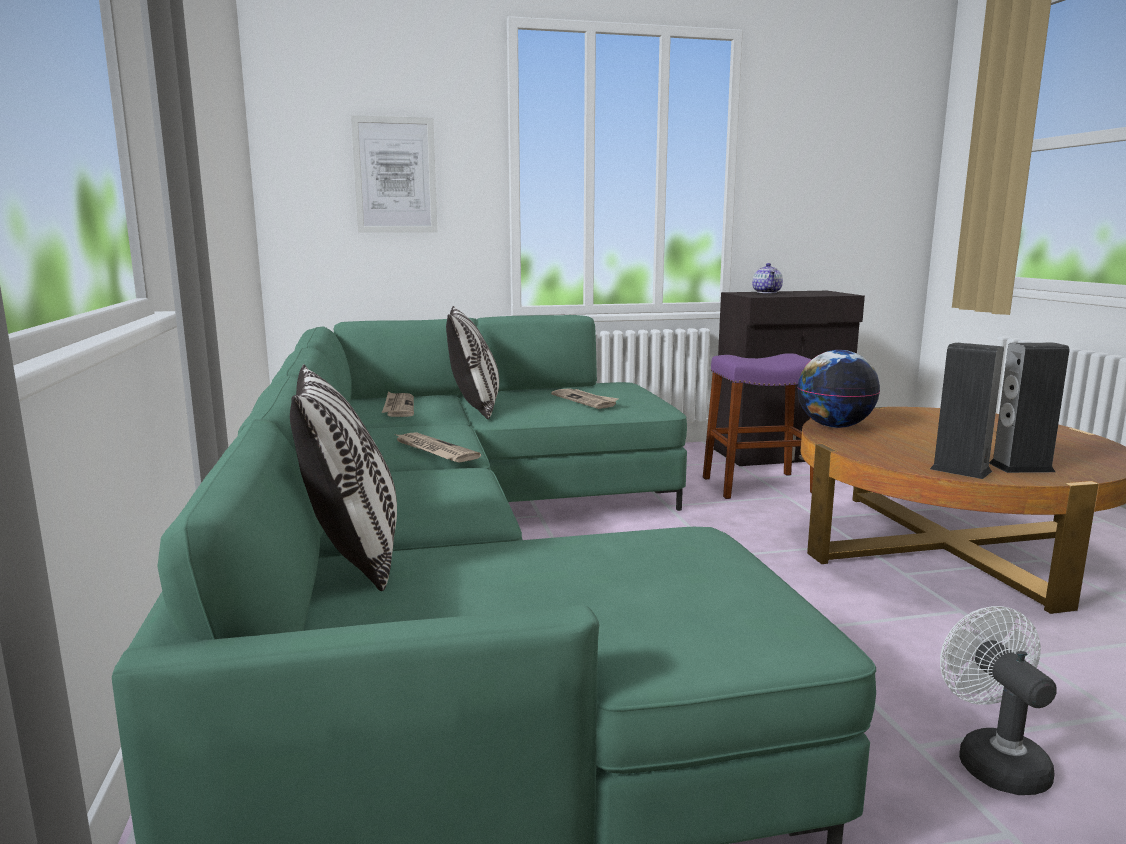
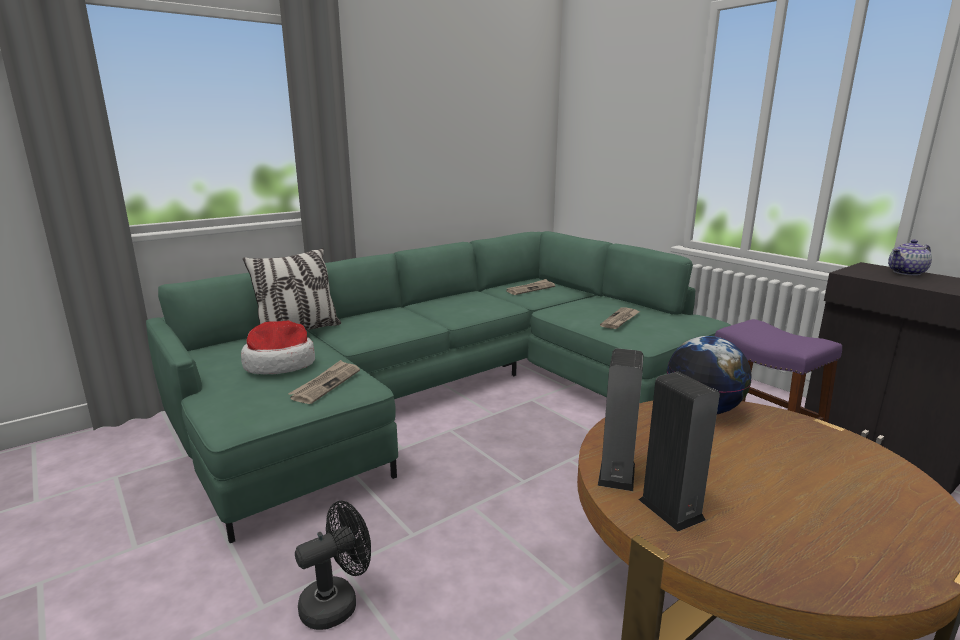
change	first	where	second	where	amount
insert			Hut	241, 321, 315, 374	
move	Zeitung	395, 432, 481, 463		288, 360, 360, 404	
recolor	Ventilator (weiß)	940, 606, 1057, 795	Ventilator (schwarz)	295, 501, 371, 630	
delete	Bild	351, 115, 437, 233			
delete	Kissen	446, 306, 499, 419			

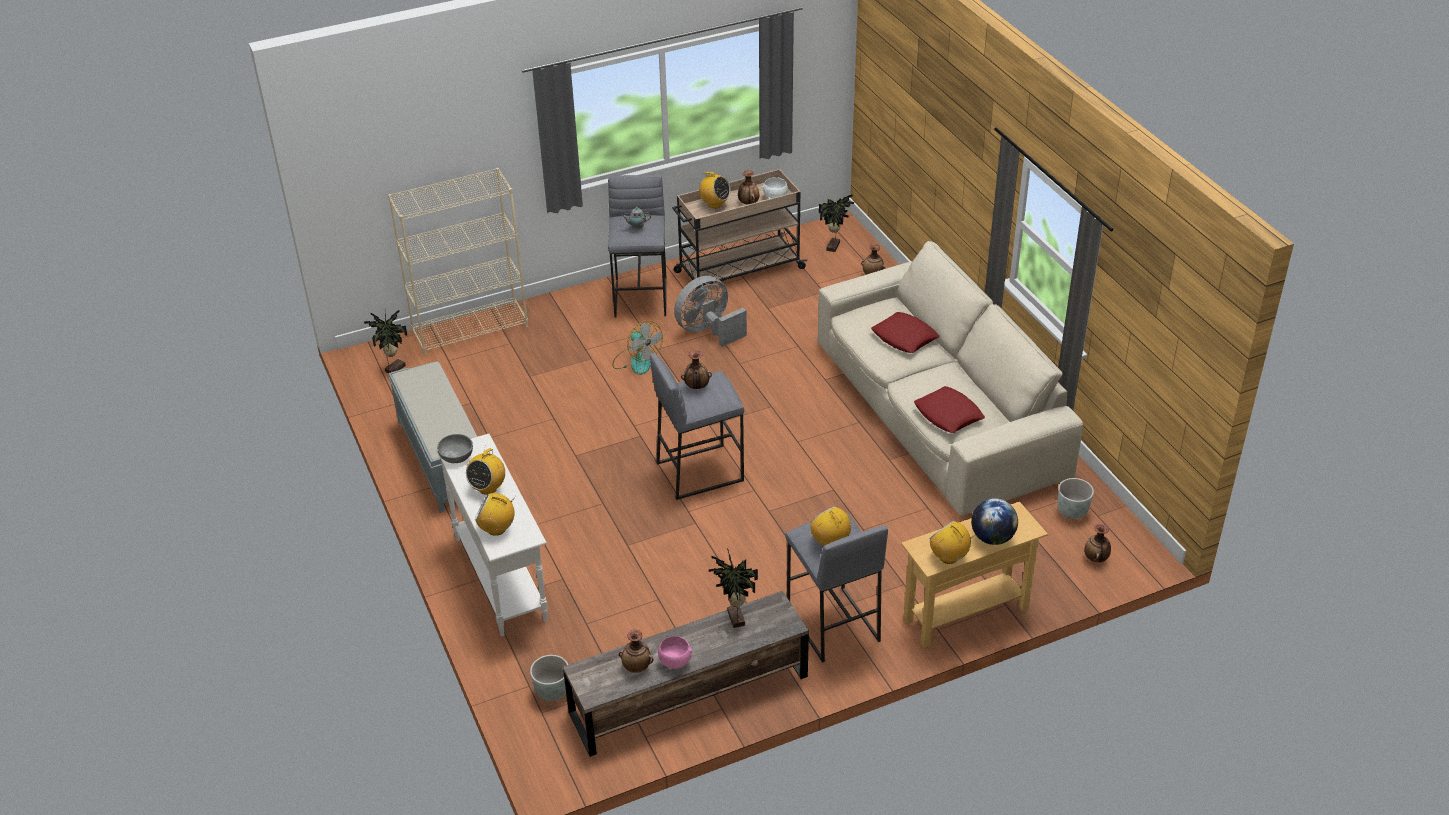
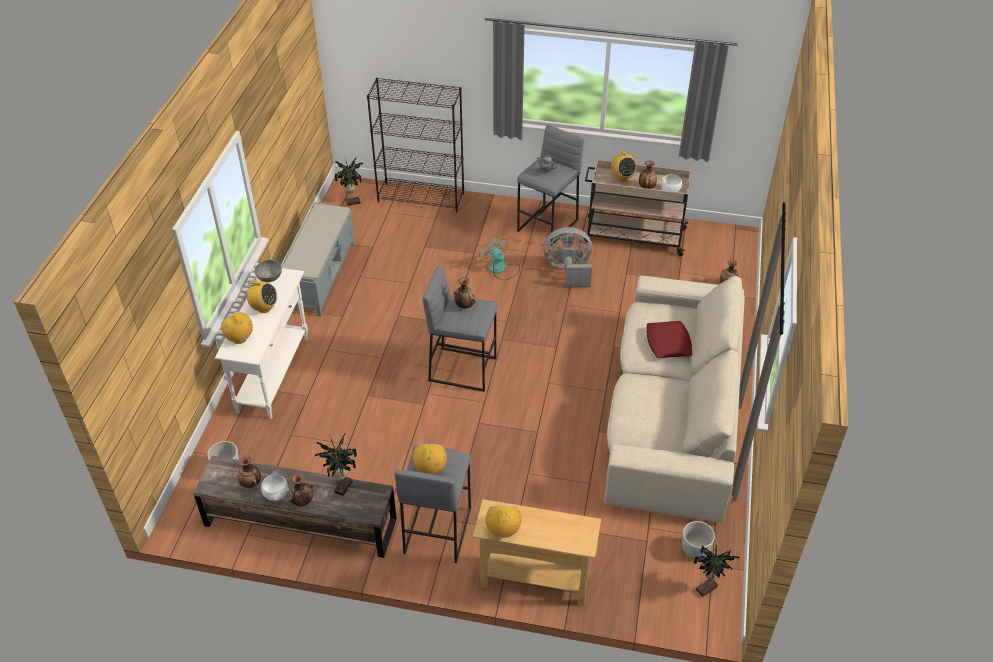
change	first	where	second	where	amount
rotate	Radio	466, 449, 505, 495		246, 281, 277, 313	135 degrees counterclockwise
recolor	Schüssel (rosa)	658, 636, 692, 669	Schüssel (weiß)	261, 474, 289, 501	
move	Vase	1084, 524, 1111, 562		289, 474, 313, 506	
recolor	Bücherregal (beige)	388, 168, 528, 356	Bücherregal (schwarz)	367, 78, 464, 213	
rotate	Ventilator	612, 321, 663, 375		479, 236, 520, 280	150 degrees clockwise
move	Topfpflanze	819, 194, 854, 252		694, 544, 739, 597	
delete	Kissen (rot)	914, 386, 985, 433			
delete	Globus	971, 498, 1018, 545			

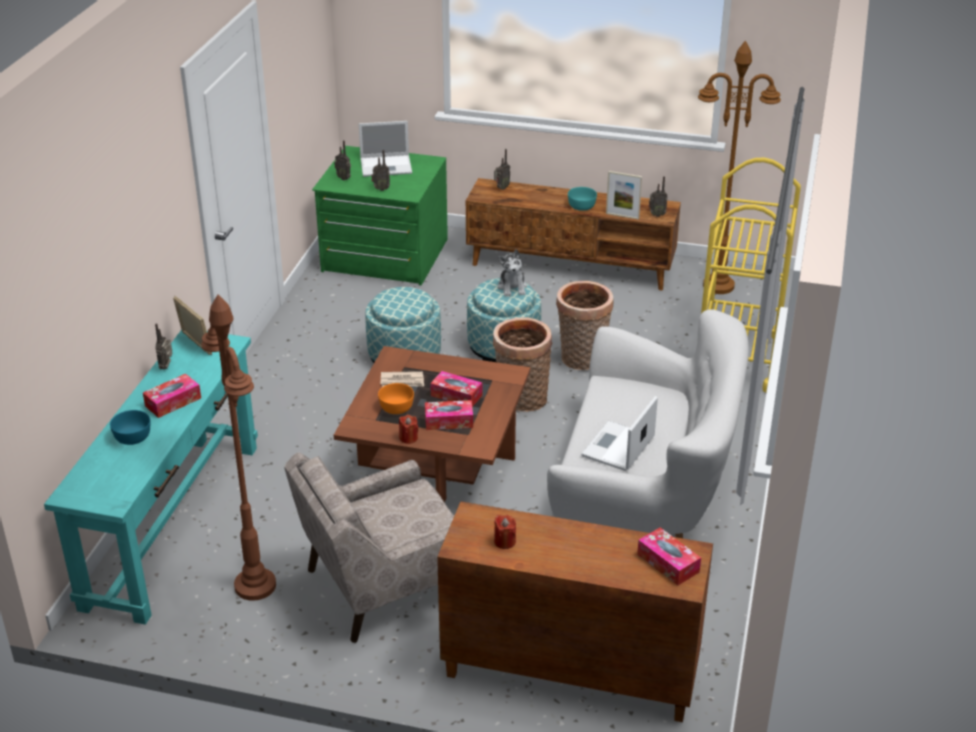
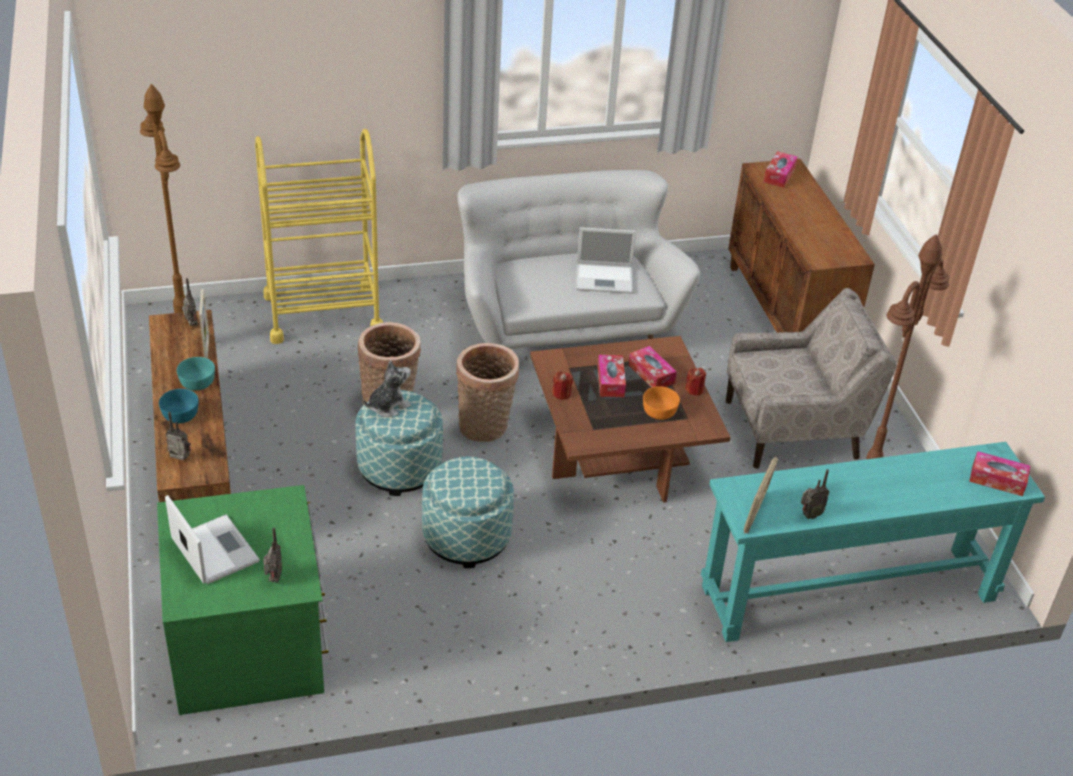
change	first	where	second	where	amount
move	Schüssel (türkis)	110, 410, 150, 445		159, 389, 199, 423	
move	Kerze (rot)	494, 515, 516, 549		552, 371, 573, 400	
rotate	Sessel (beige)	284, 453, 454, 643		726, 288, 897, 469	45 degrees counterclockwise
move	Taschentuchbox	143, 374, 201, 418		969, 451, 1030, 496	
delete	Radio	371, 150, 390, 191			
delete	Zeitung	381, 371, 424, 387			

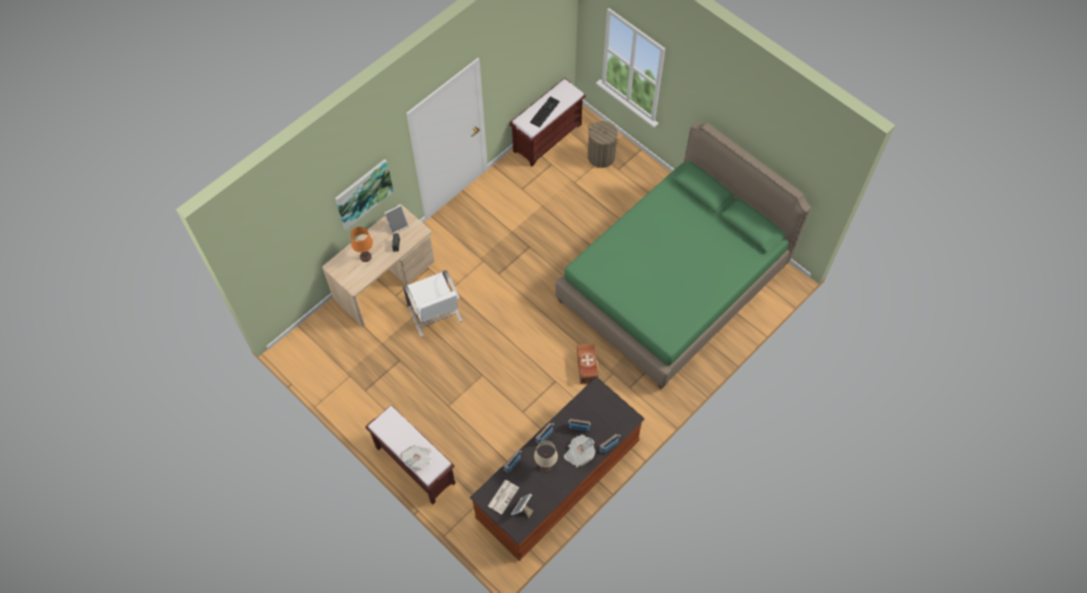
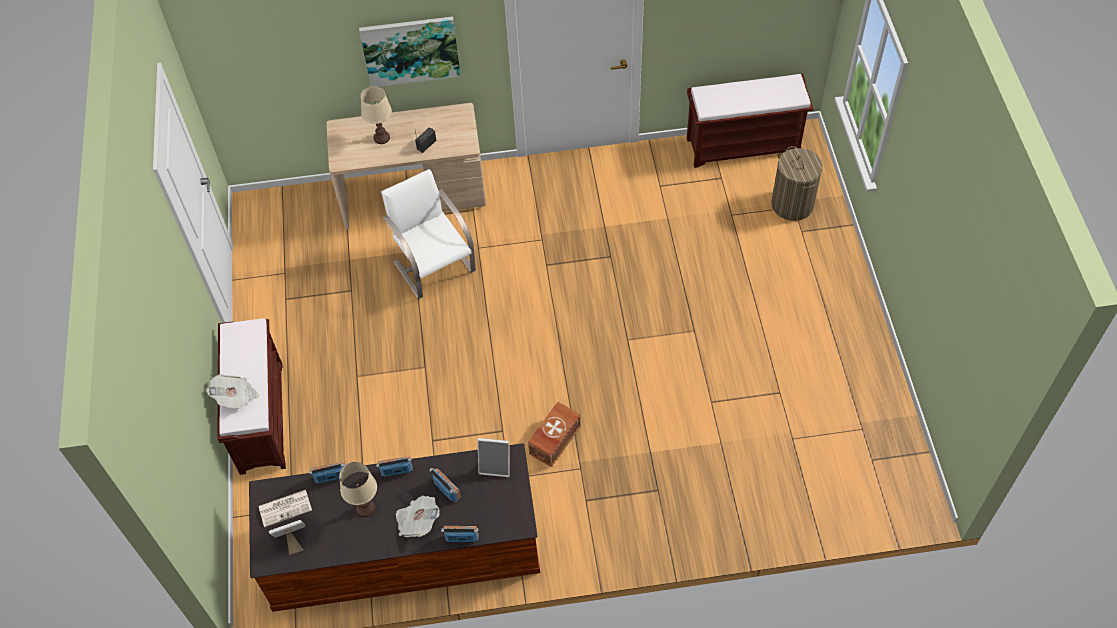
change	first	where	second	where	amount
recolor	Tischlampe (orange)	351, 227, 373, 262	Tischlampe (beige)	360, 86, 392, 144	
rotate	Stuhl (weiß)	403, 270, 463, 337		381, 169, 476, 299	135 degrees clockwise
move	Bilderrahmen	384, 205, 408, 234		478, 438, 510, 477	
delete	Tastatur	530, 96, 560, 128			
delete	Bett (grün)	555, 122, 811, 389			

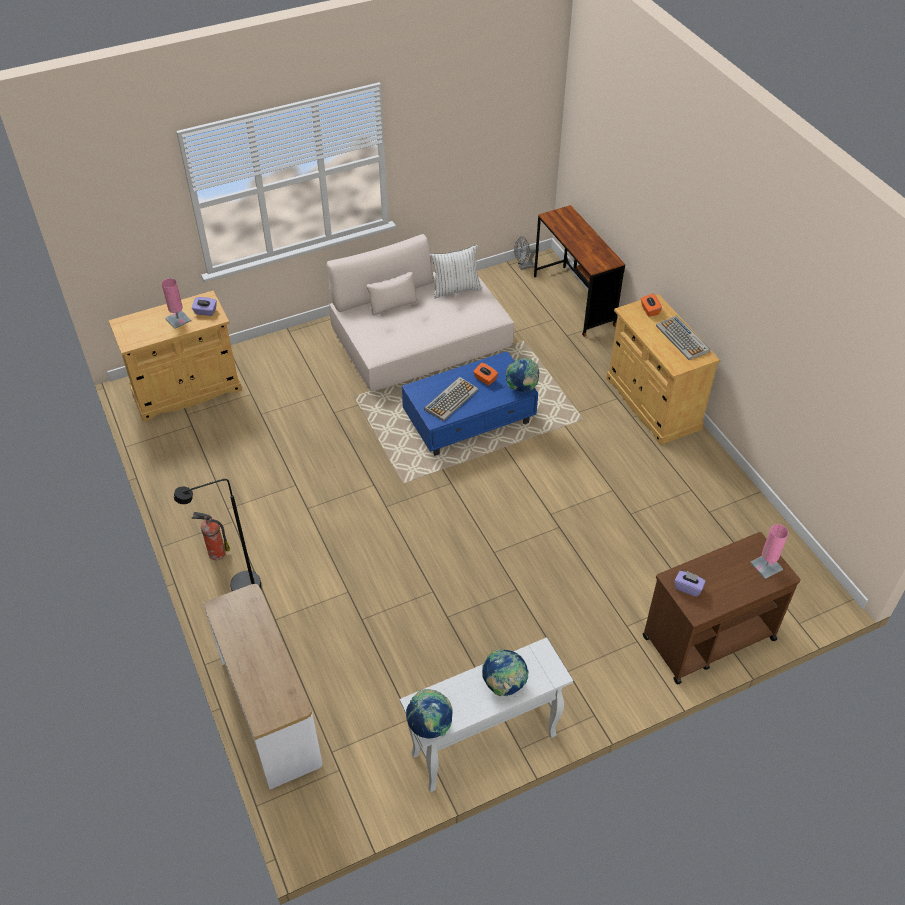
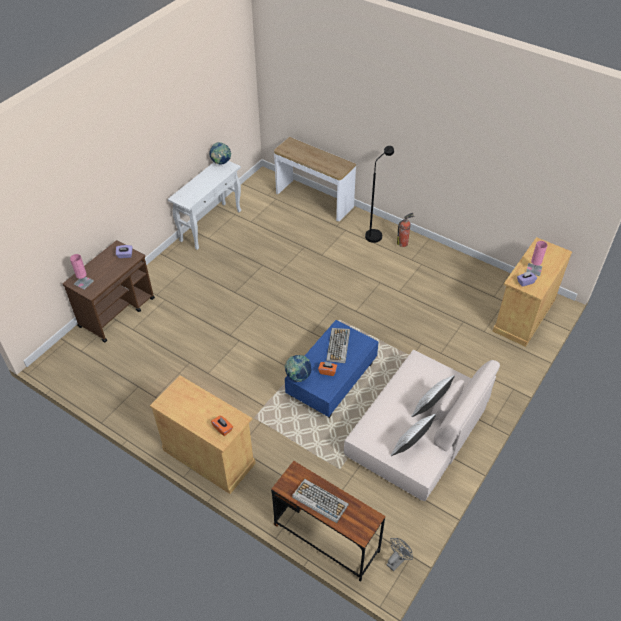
change	first	where	second	where	amount
move	Tastatur	656, 316, 710, 360		292, 479, 349, 523	
insert			Kissen (weiß)	411, 375, 455, 417	
delete	Globus	482, 649, 529, 696			

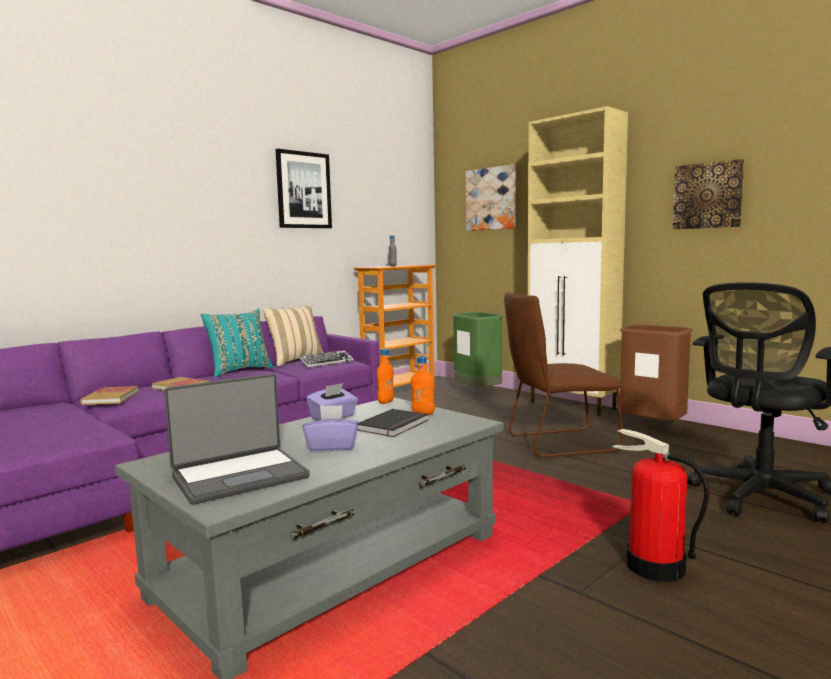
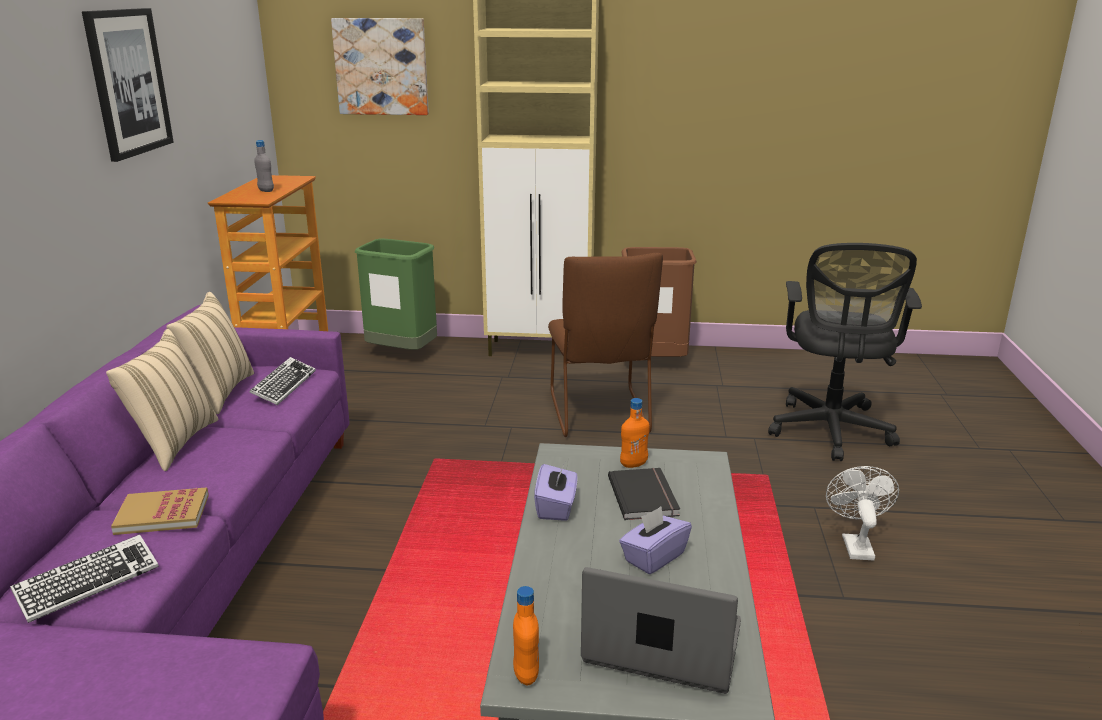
change	first	where	second	where	amount
replace	Buch	80, 386, 139, 405	Tastatur	10, 535, 159, 623	
recolor	Kissen (türkis)	201, 309, 273, 377	Kissen (beige)	106, 329, 219, 471	
move	Flasche (orange)	377, 349, 394, 404		513, 586, 539, 685	
rotate	Stuhl (braun)	504, 292, 624, 457		548, 253, 663, 437	45 degrees counterclockwise
rotate	Laptop	164, 374, 310, 505		581, 567, 741, 694	90 degrees counterclockwise
replace	Feuerlöscher	612, 429, 710, 582	Ventilator (weiß)	826, 466, 899, 561	
delete	Bild	673, 159, 744, 229			

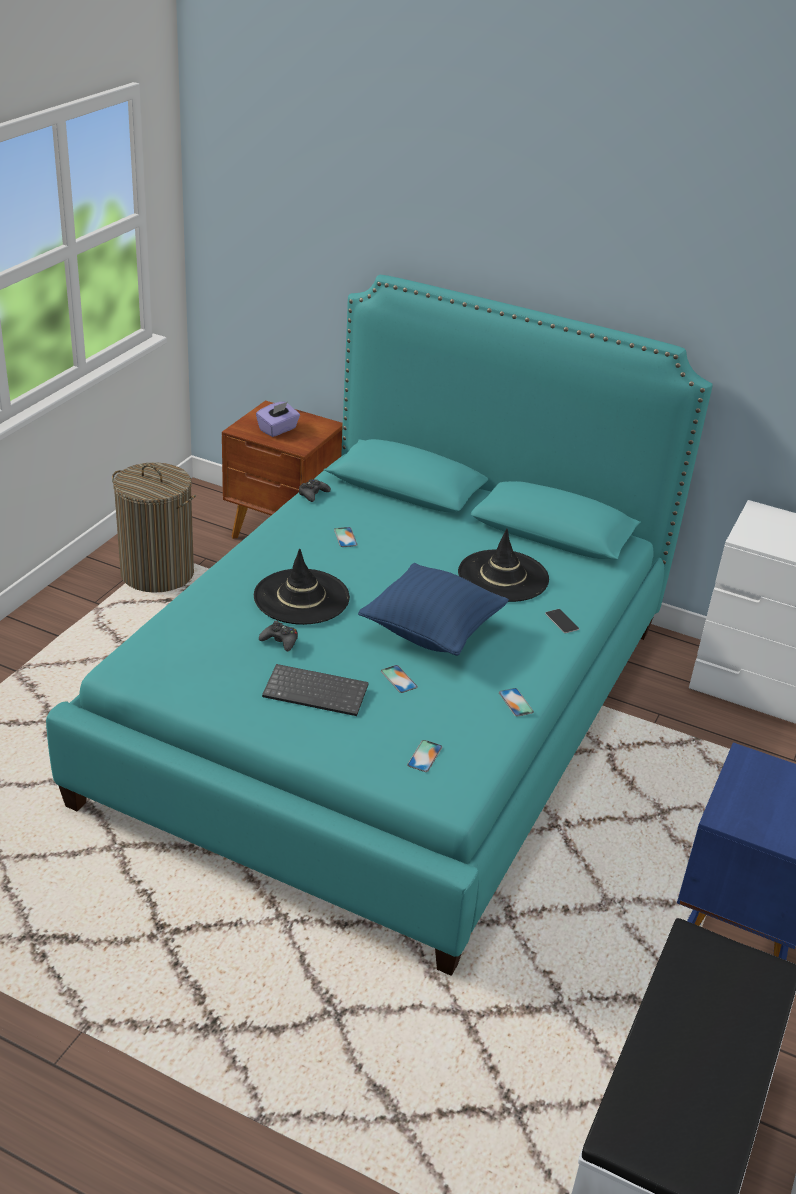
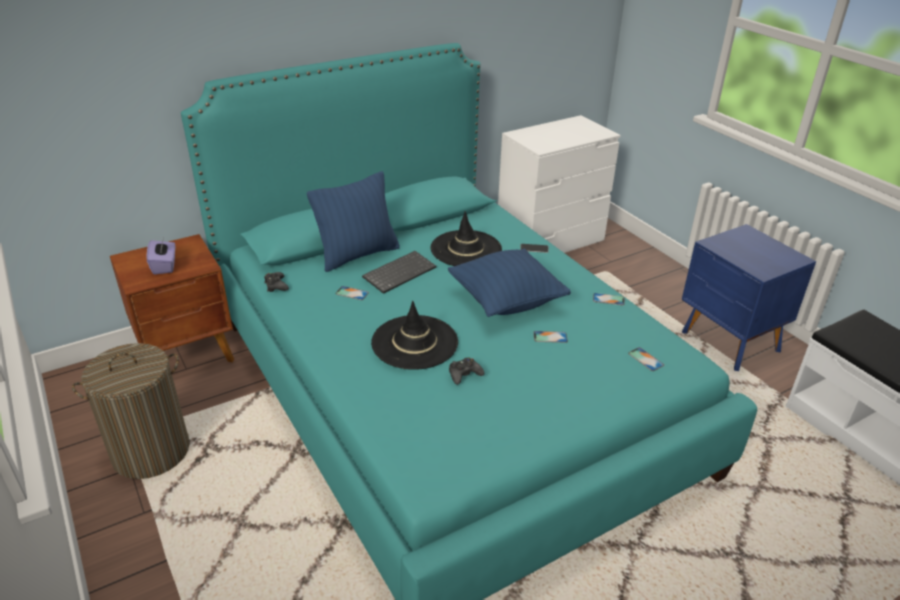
change	first	where	second	where	amount
insert			Kissen (blau)	307, 171, 400, 272	
move	Tastatur	262, 664, 369, 716		362, 251, 436, 294	

